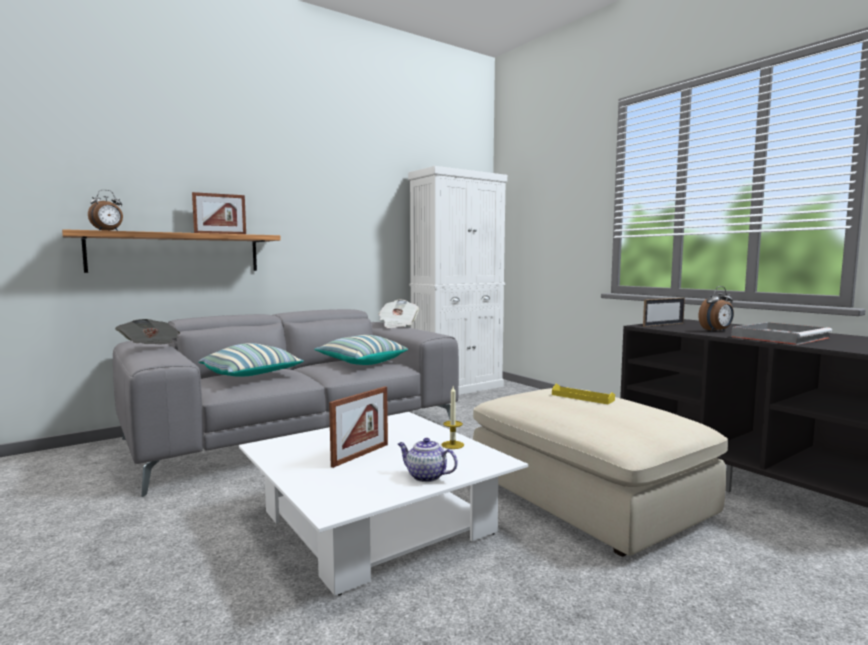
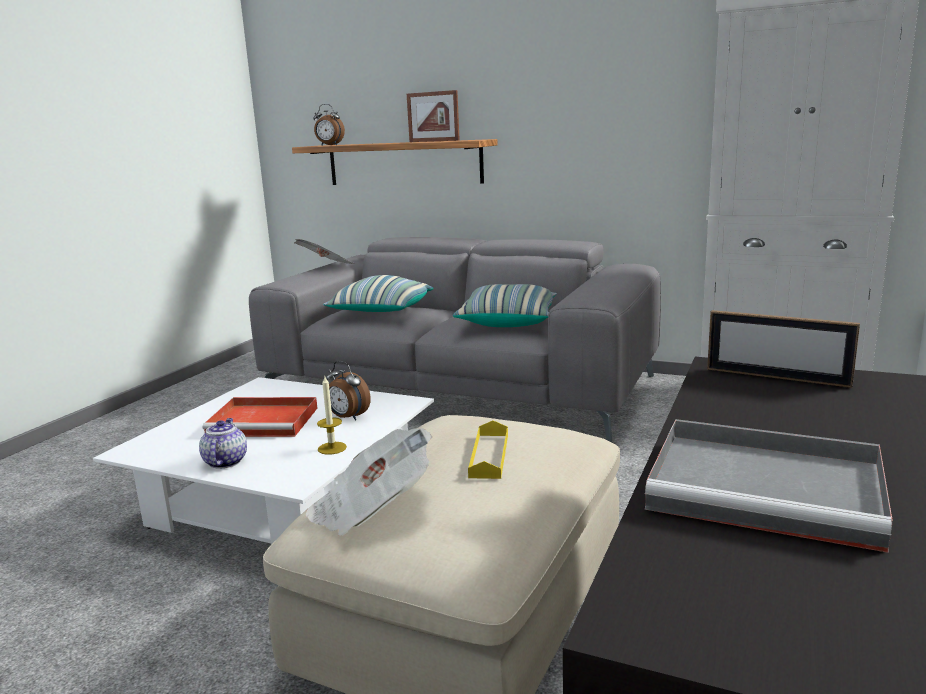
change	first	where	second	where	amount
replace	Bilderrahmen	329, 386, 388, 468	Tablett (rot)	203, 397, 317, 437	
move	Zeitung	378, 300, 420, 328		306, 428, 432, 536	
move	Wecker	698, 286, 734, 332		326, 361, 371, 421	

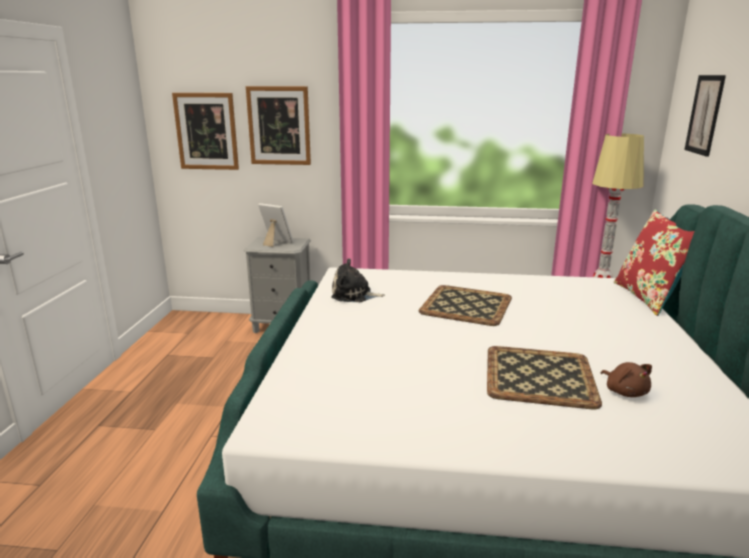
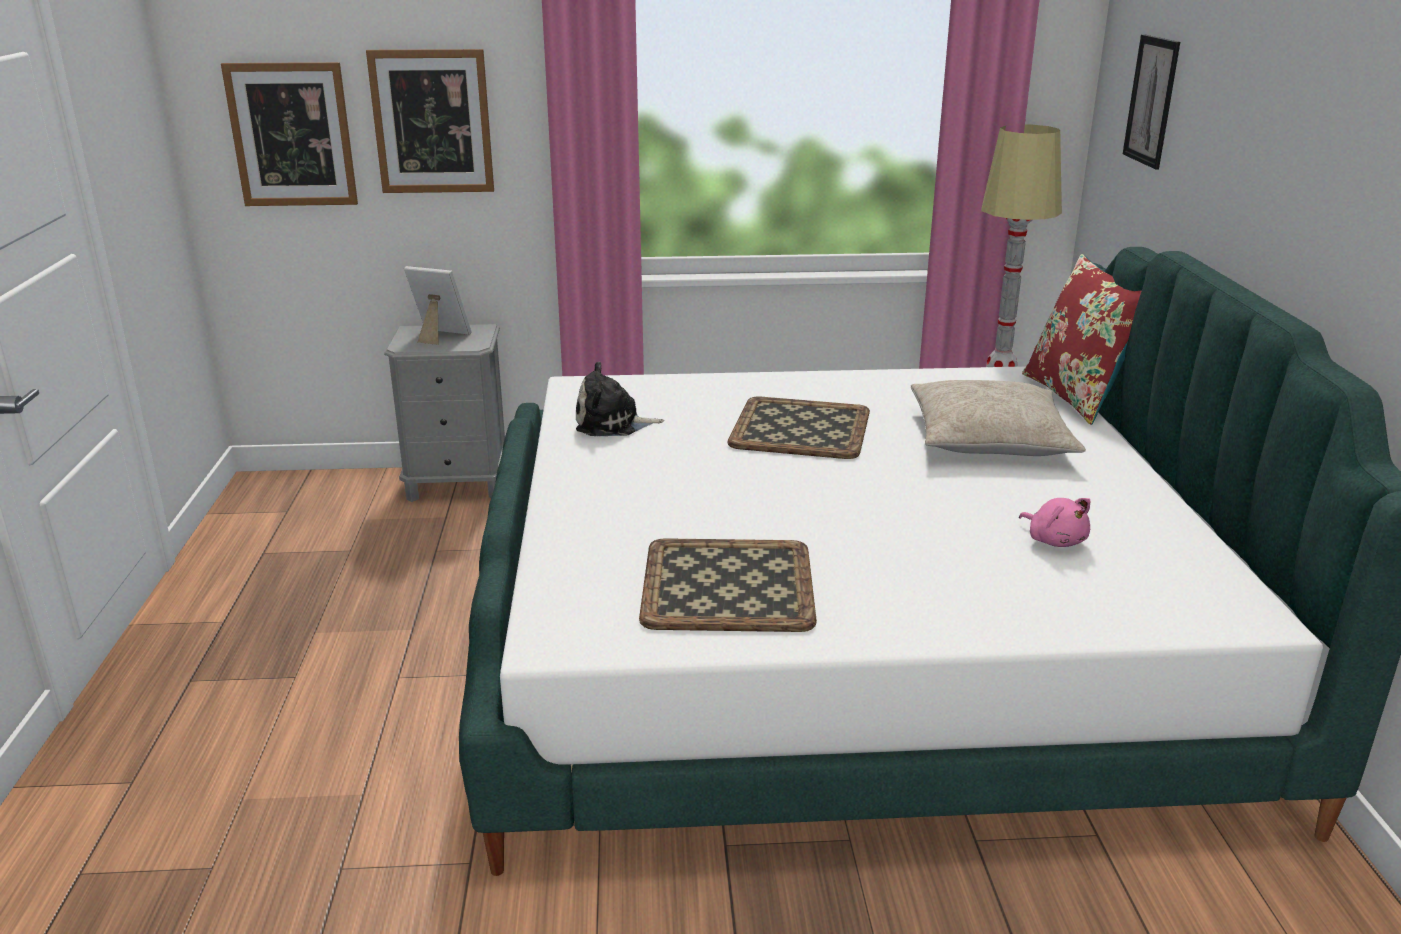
change	first	where	second	where	amount
move	Tablett	487, 346, 602, 409		639, 538, 817, 632	
insert			Kissen (beige)	911, 380, 1086, 456	
recolor	Plüschtier (braun)	601, 362, 652, 397	Plüschtier (rosa)	1019, 498, 1091, 547	

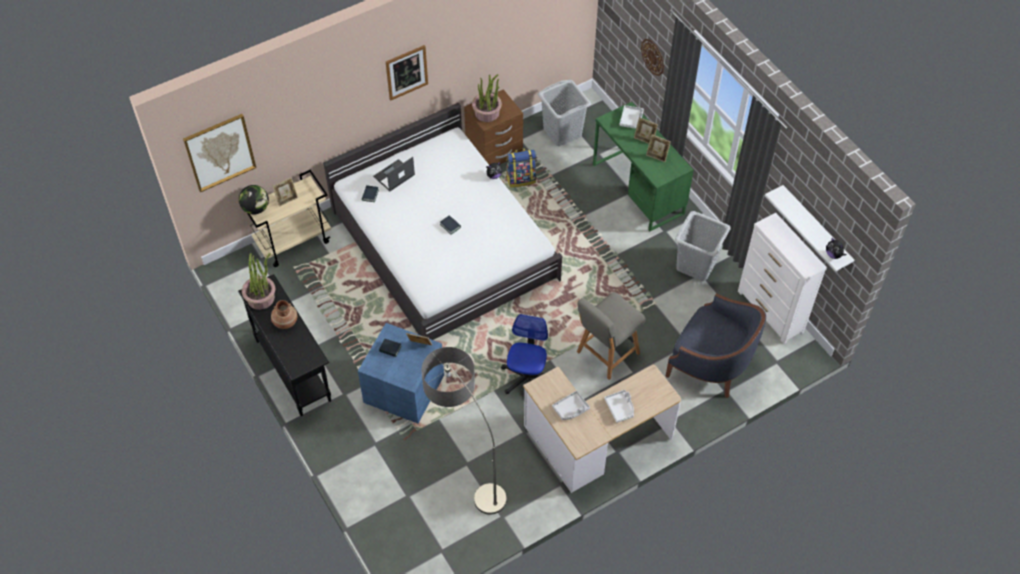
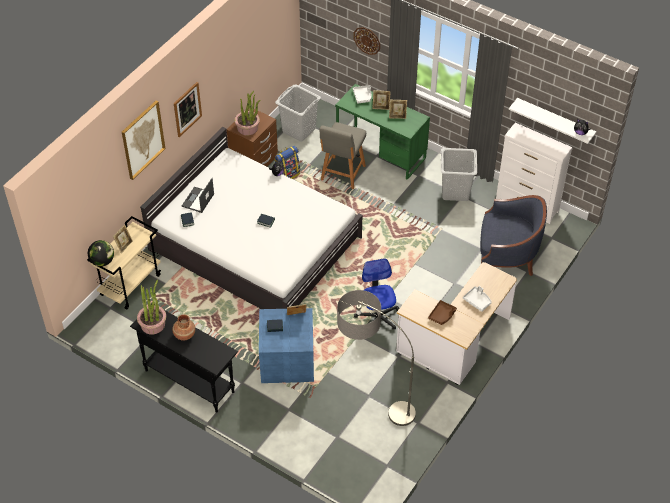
change	first	where	second	where	amount
move	Bild	183, 114, 256, 192		122, 101, 165, 180	
move	Stuhl (grau)	577, 292, 646, 380		319, 122, 366, 189	
recolor	Tablett (grau)	552, 391, 590, 420	Tablett (braun)	428, 300, 457, 325	

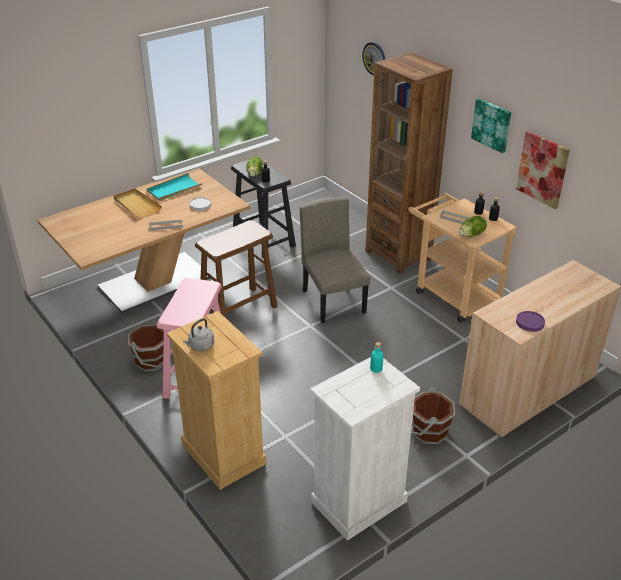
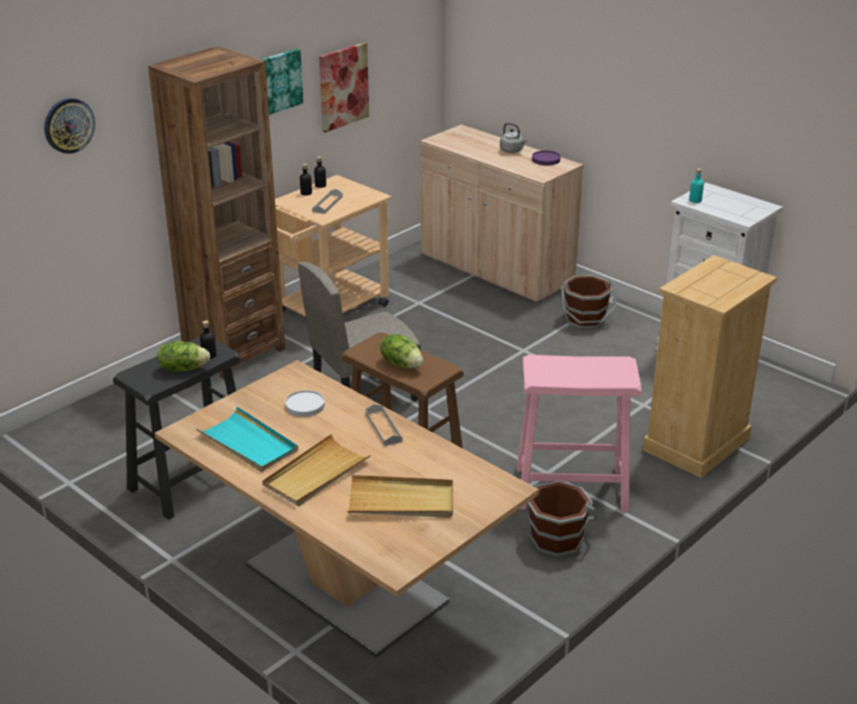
change	first	where	second	where	amount
insert			Tablett (beige)	347, 475, 453, 518	
move	Salatkopf	459, 216, 487, 237		380, 334, 423, 368	
move	Wasserkessel (grau)	183, 318, 214, 351		500, 123, 527, 153	

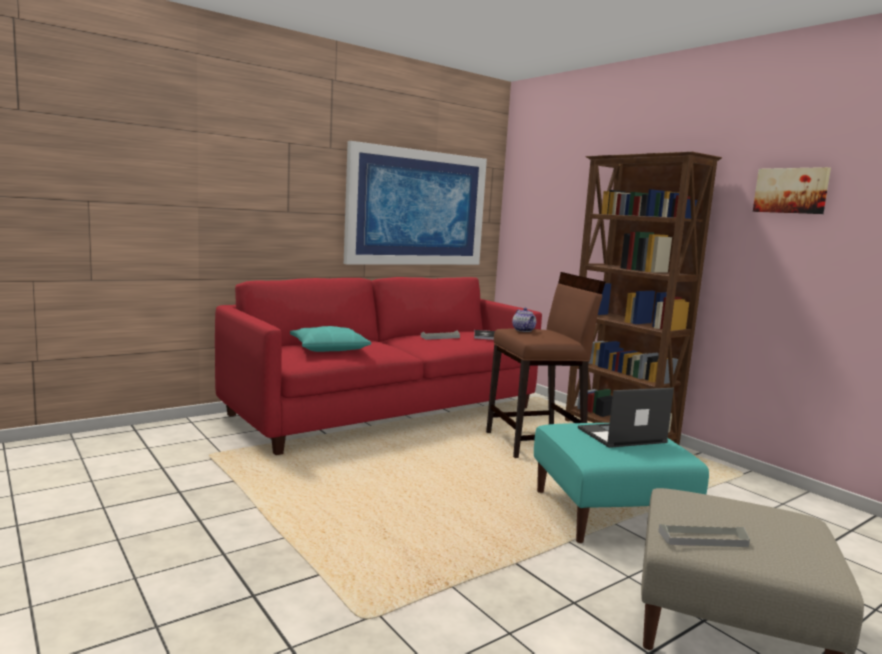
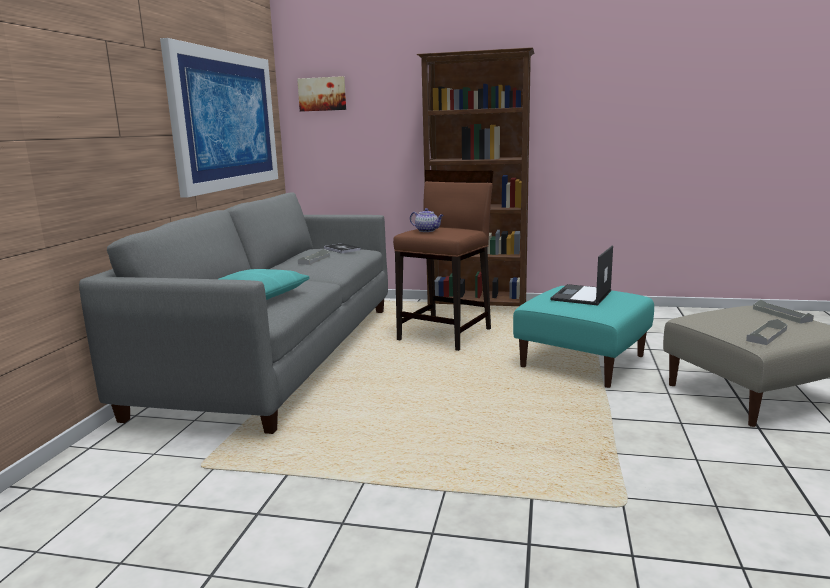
change	first	where	second	where	amount
recolor	Sofa (rot)	215, 277, 542, 455	Sofa (grau)	79, 192, 388, 434	
move	Bild	753, 167, 831, 214		297, 76, 346, 112	
insert			Tablett (grau)	753, 300, 814, 324	

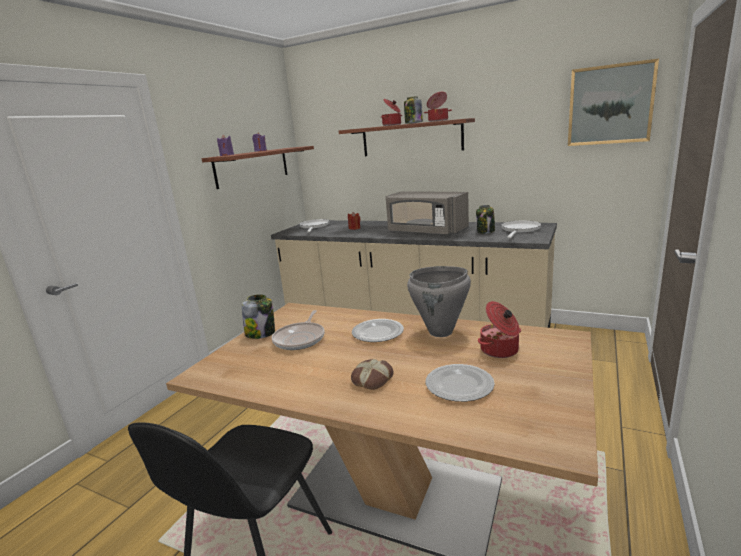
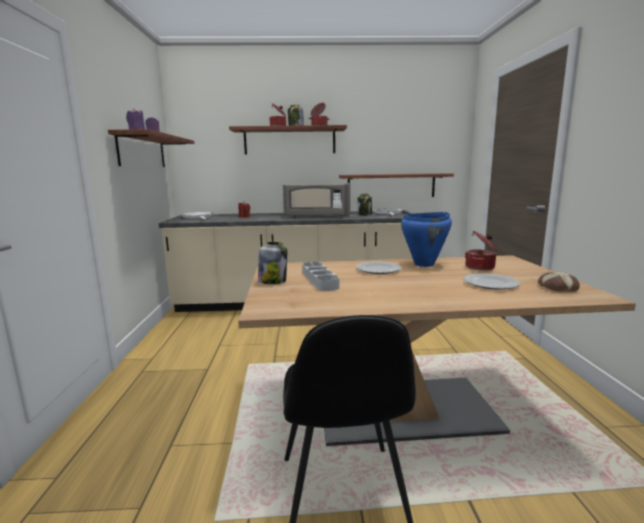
change	first	where	second	where	amount
replace	Pfanne	271, 310, 325, 350	Tablett (grau)	302, 262, 339, 291	
insert			Wandregal	339, 173, 454, 197	
recolor	Kochtopf (grau)	407, 266, 471, 337	Kochtopf (blau)	401, 212, 452, 267	
move	Brot	351, 359, 393, 390		538, 272, 580, 292	
delete	Bild	568, 58, 659, 146			

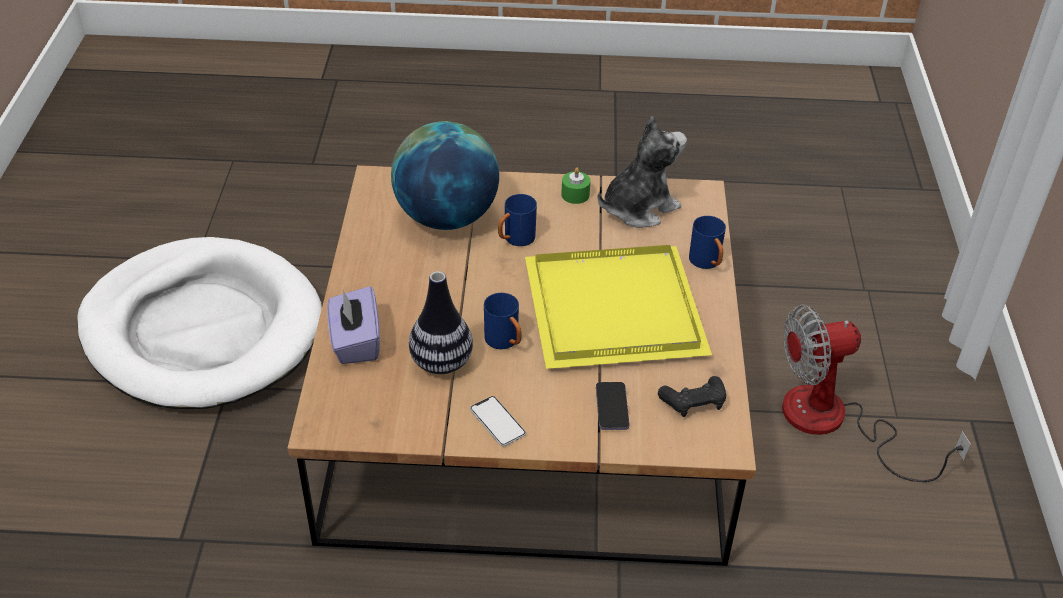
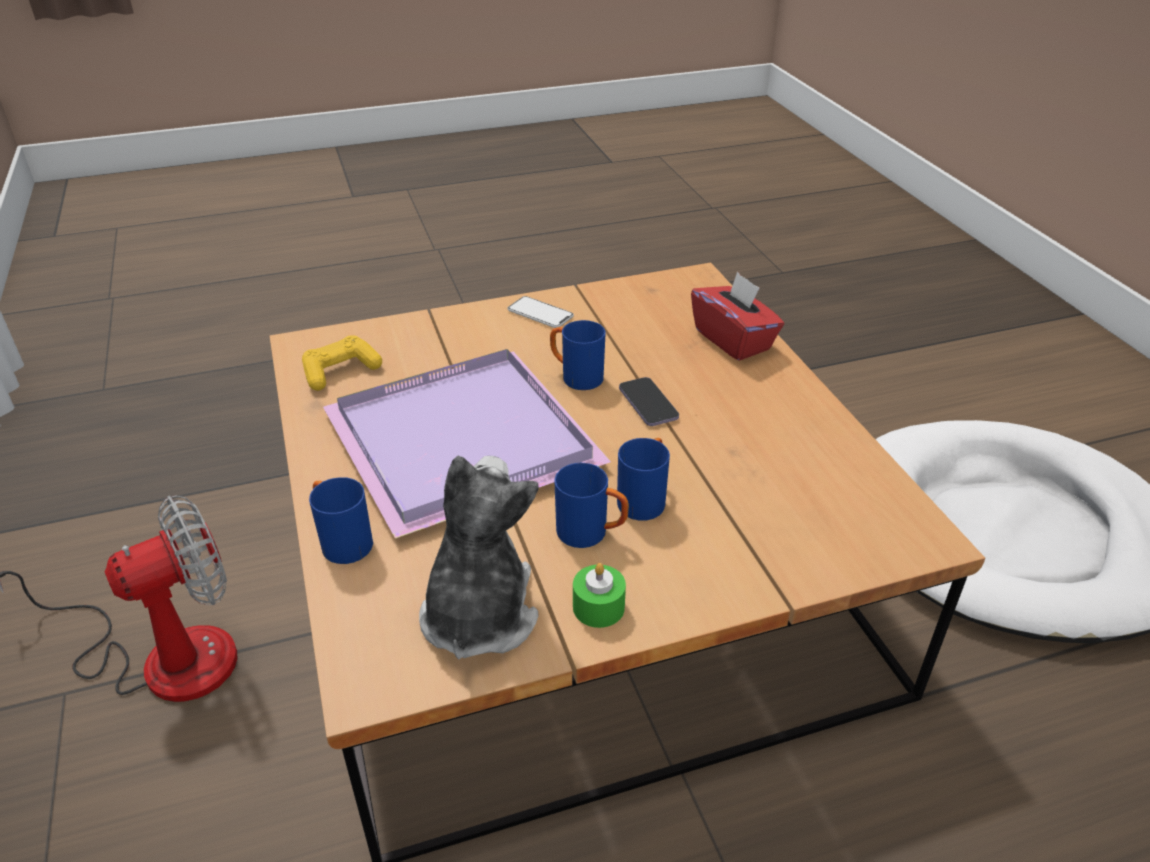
change	first	where	second	where	amount
recolor	Gamepad (schwarz)	658, 376, 726, 417	Gamepad (gelb)	302, 335, 382, 391	
recolor	Tablett (gelb)	525, 245, 712, 369	Tablett (lila)	323, 349, 611, 539	
rotate	Plüschtier	597, 116, 687, 228		419, 456, 539, 659	150 degrees clockwise
insert			Henkelbecher (blau)	554, 463, 629, 548	
move	Handy	596, 382, 629, 430		619, 377, 679, 426	
recolor	Taschentuchbox (lila)	327, 286, 380, 364	Taschentuchbox (rot)	691, 271, 784, 361	
delete	Globus	391, 121, 499, 230			
delete	Vase	409, 271, 473, 374			

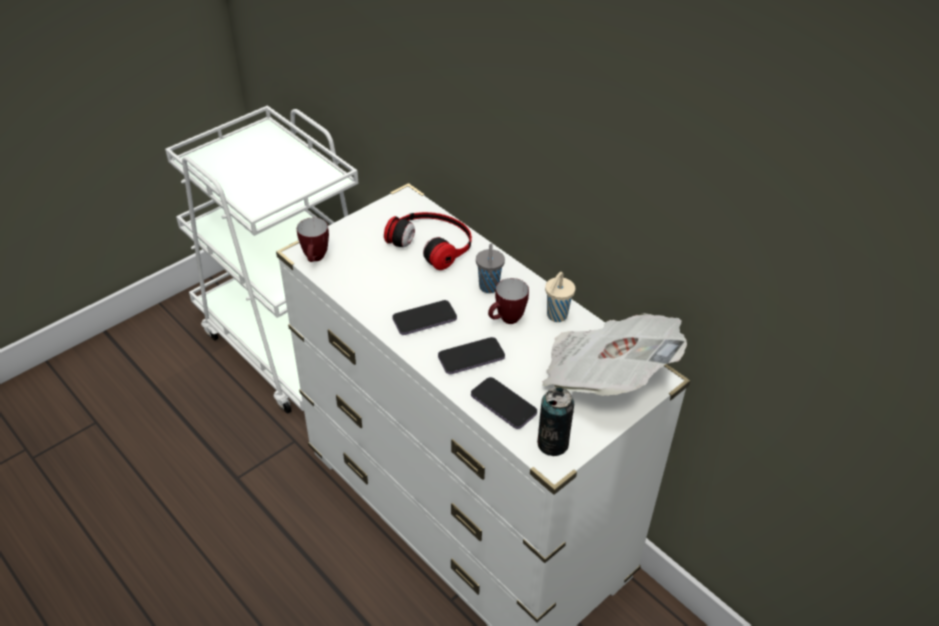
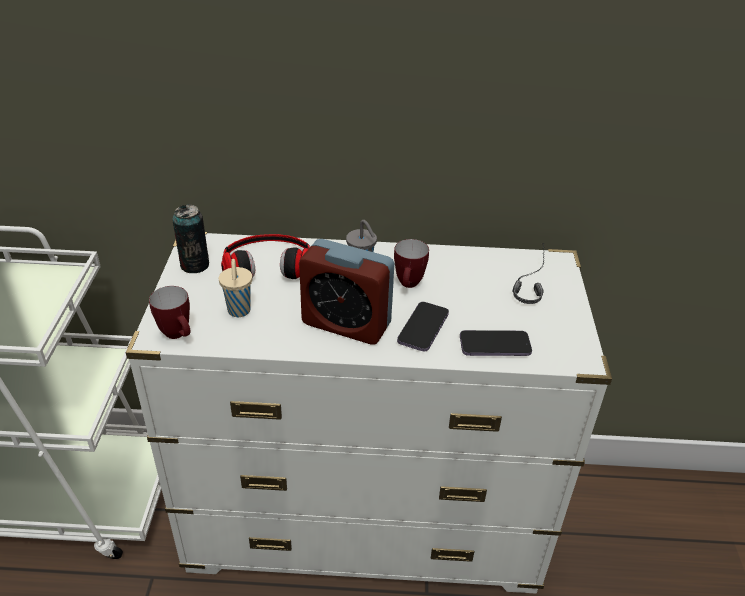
change	first	where	second	where	amount
move	Dose	537, 387, 575, 456		172, 204, 209, 273	
move	Tasse (beige)	545, 272, 575, 322		219, 259, 252, 317	
replace	Handy	392, 300, 457, 335	Wecker	299, 239, 394, 345	
replace	Zeitung	543, 313, 687, 396	Kopfhörer	512, 243, 545, 304	

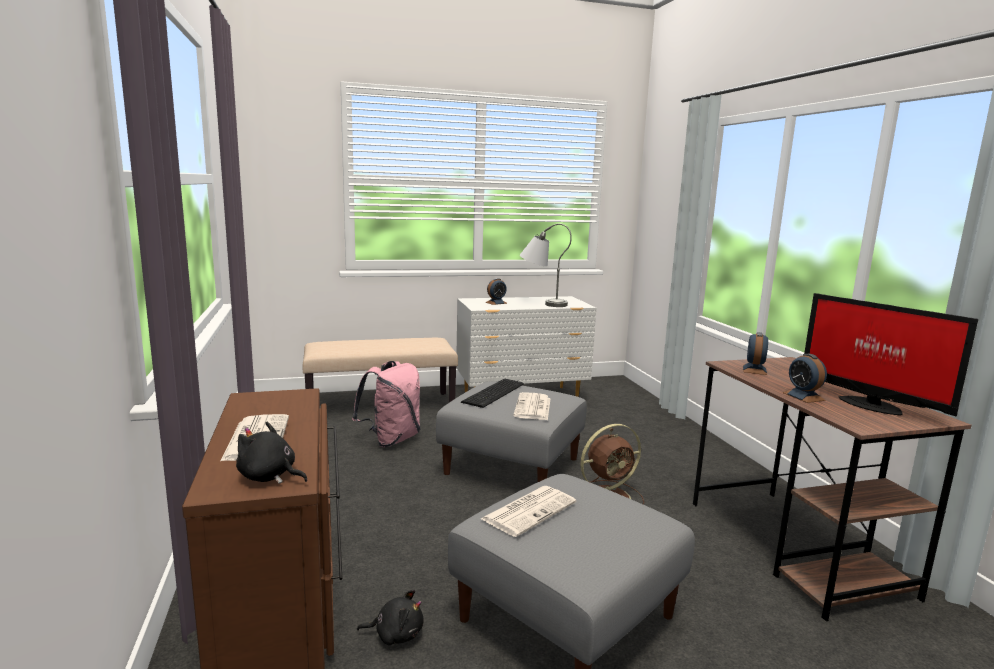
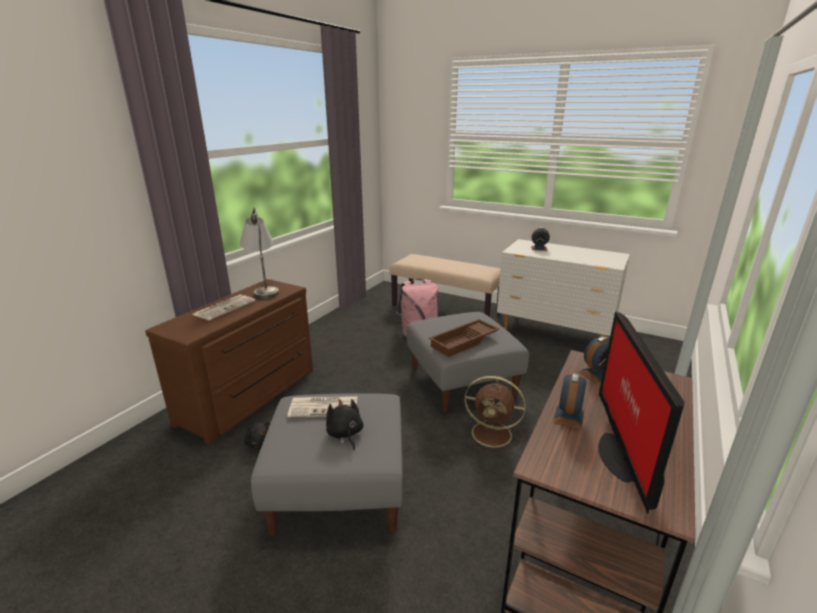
change	first	where	second	where	amount
move	Tischlampe (grau)	520, 223, 572, 307		240, 207, 279, 299	
move	Plüschtier (schwarz)	236, 422, 308, 484		326, 399, 363, 450	
replace	Zeitung	513, 392, 551, 420	Tablett (braun)	429, 319, 499, 357	
delete	Tastatur	461, 379, 524, 408			

